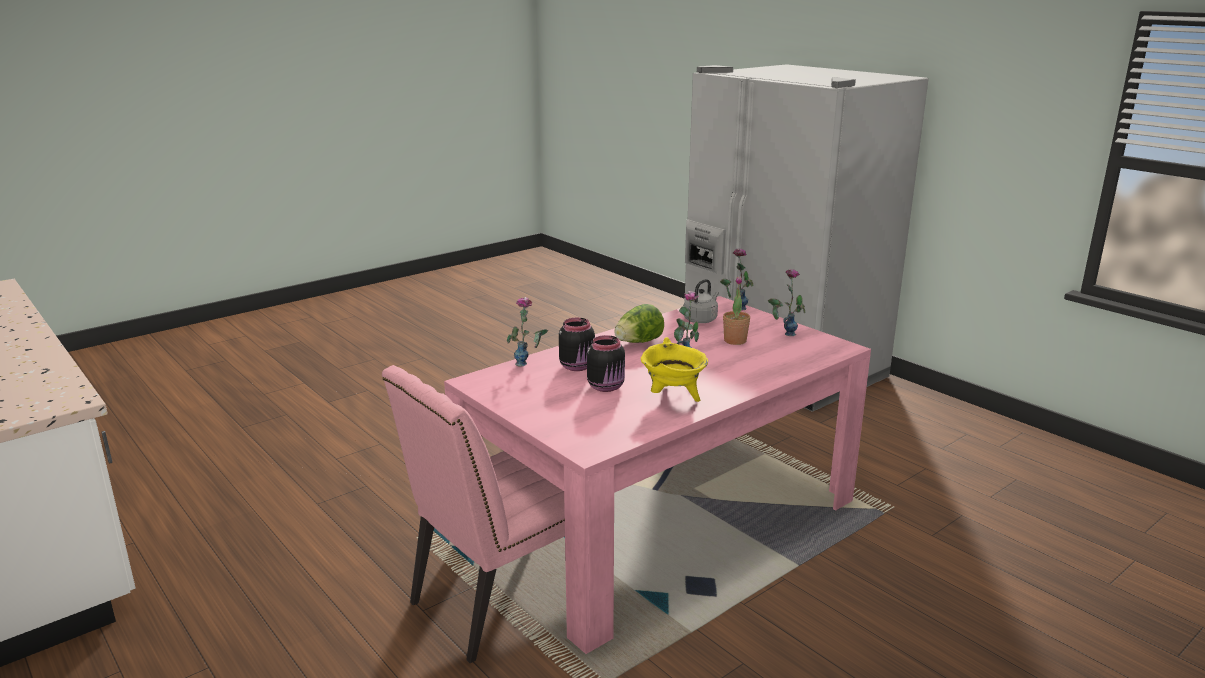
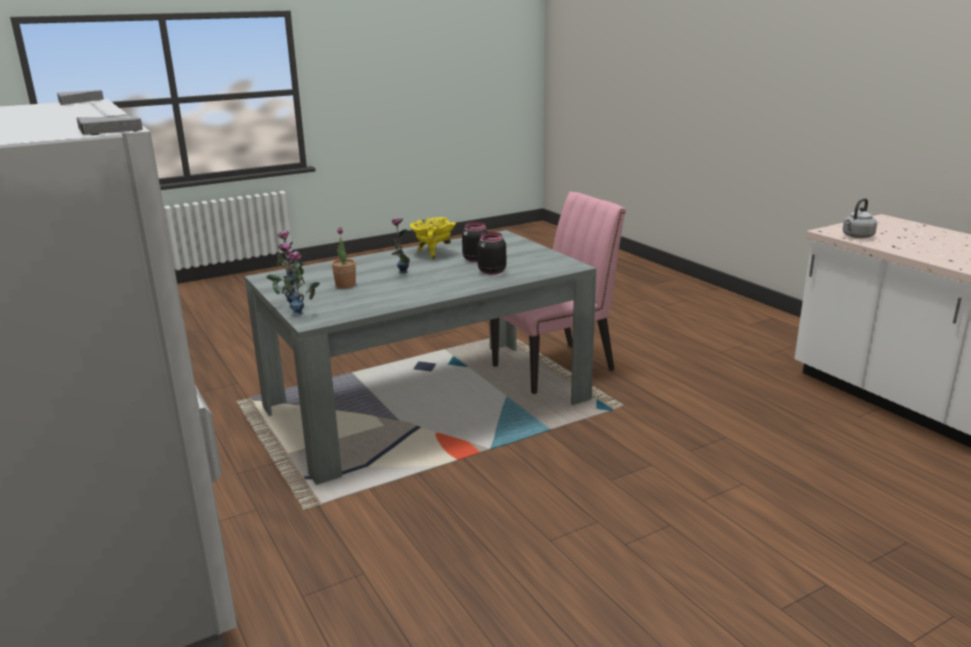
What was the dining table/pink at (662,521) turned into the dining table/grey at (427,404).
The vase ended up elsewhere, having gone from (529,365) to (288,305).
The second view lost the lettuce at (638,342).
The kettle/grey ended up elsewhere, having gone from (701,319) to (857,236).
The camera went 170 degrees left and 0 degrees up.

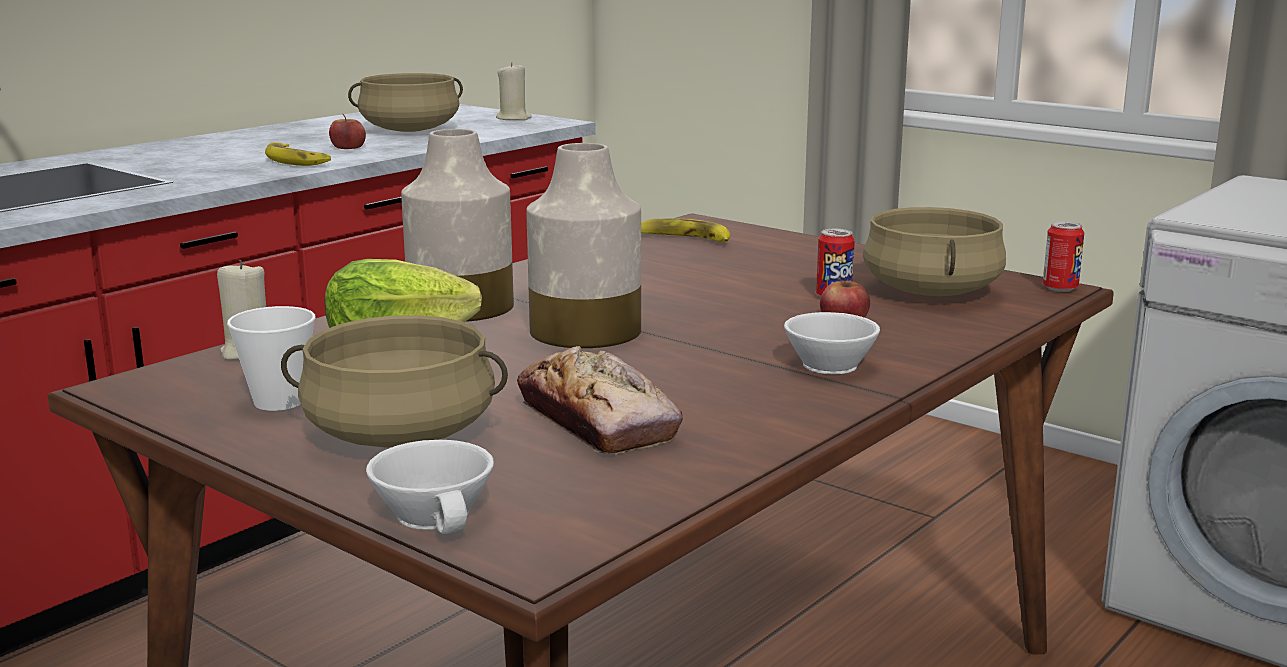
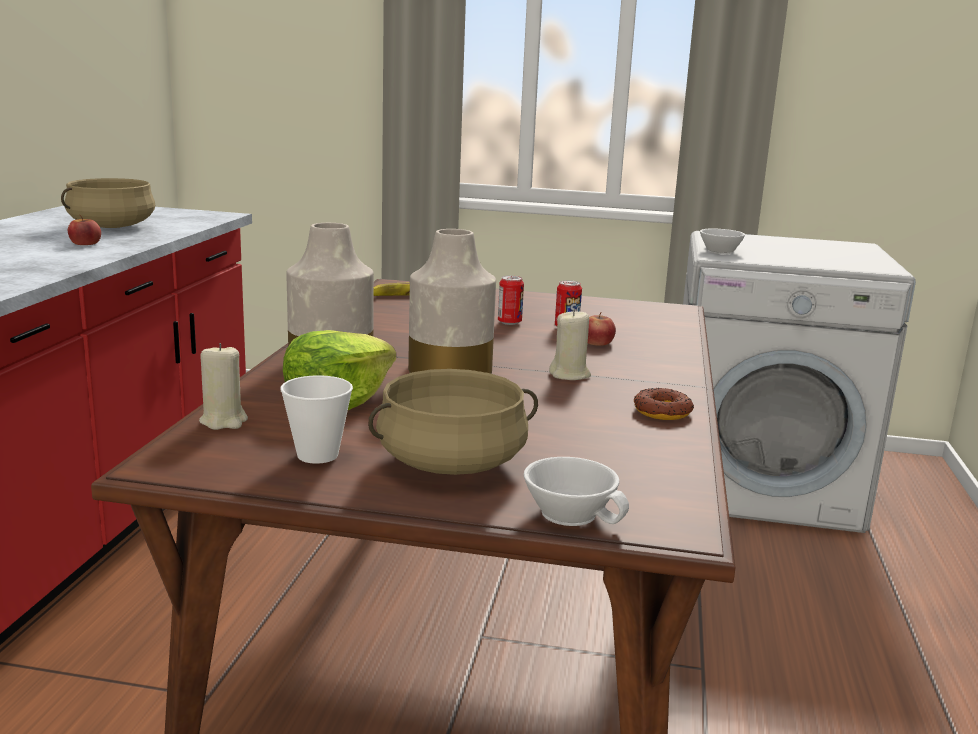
The second view lost the banana at (297,161).
The candle/beige ended up elsewhere, having gone from (514,118) to (570,375).
The second view lost the bread at (597,422).
The cup/white ended up elsewhere, having gone from (826,363) to (717,251).
The second view lost the cooking pot/beige at (933,291).
The can ended up elsewhere, having gone from (1060,288) to (509,322).
The second view gained the donut at (662,412).
The camera went 30 degrees left and 0 degrees up.

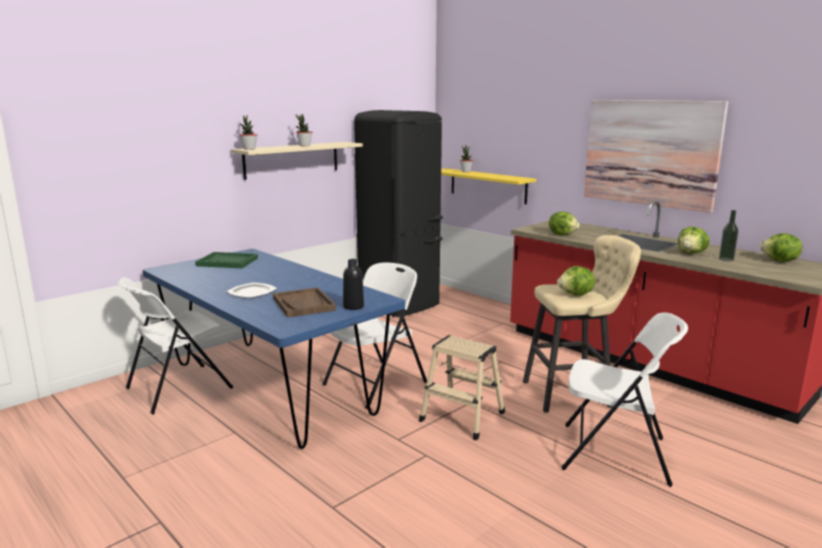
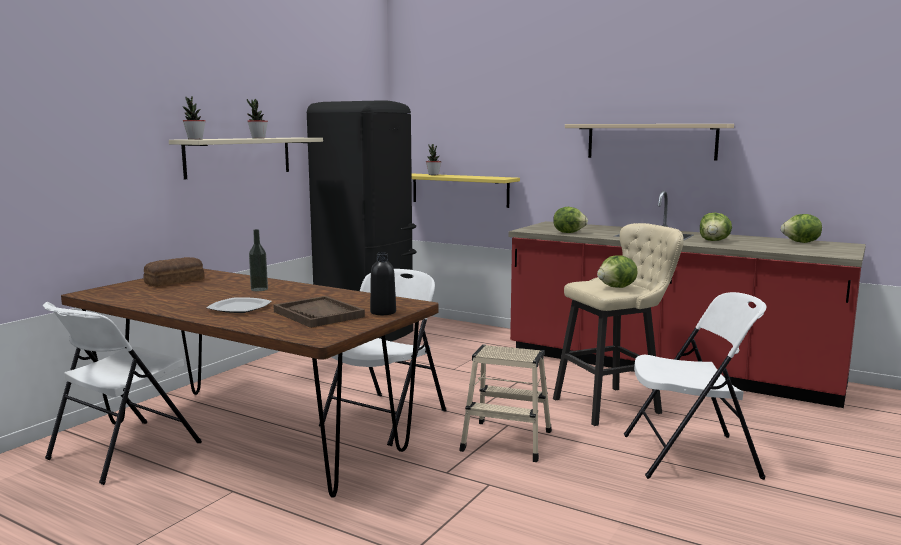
What was the dining table/blue at (269,388) turned into the dining table/brown at (251,437).
Where the tray/green stood at (227,262), the bread came to stand at (176,281).
Where the picture hung at (650,153), the shelf/beige came to hang at (651,141).
The bottle ended up elsewhere, having gone from (726,259) to (259,289).
The camera went 15 degrees left and 5 degrees down.

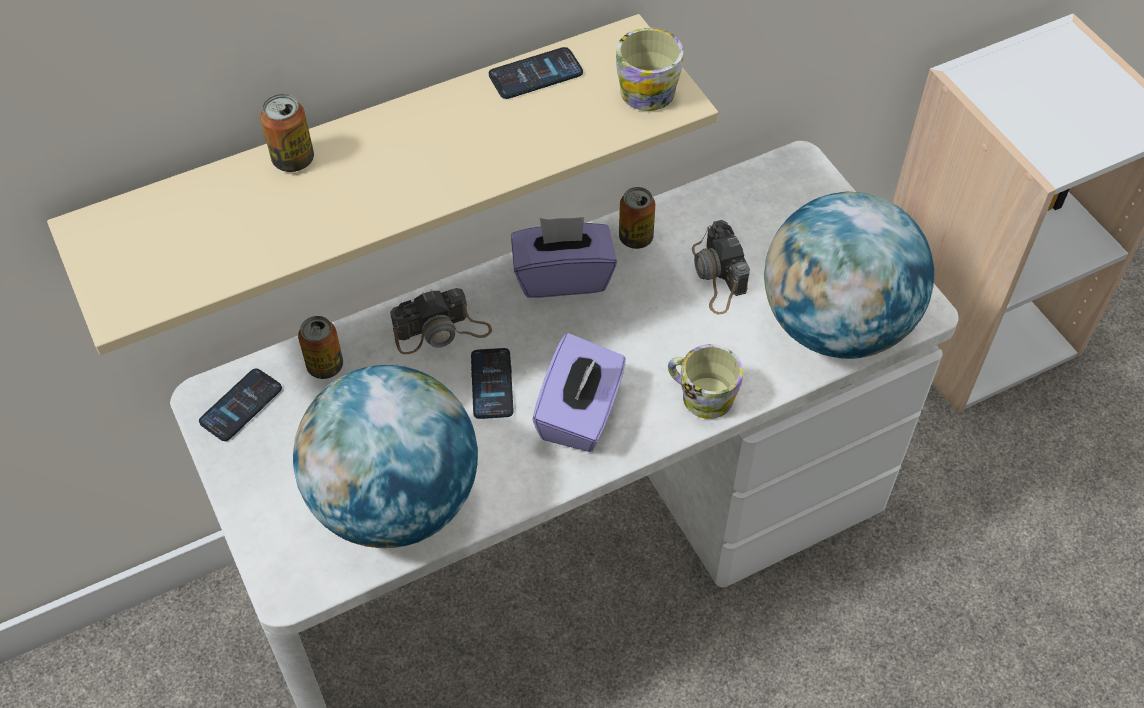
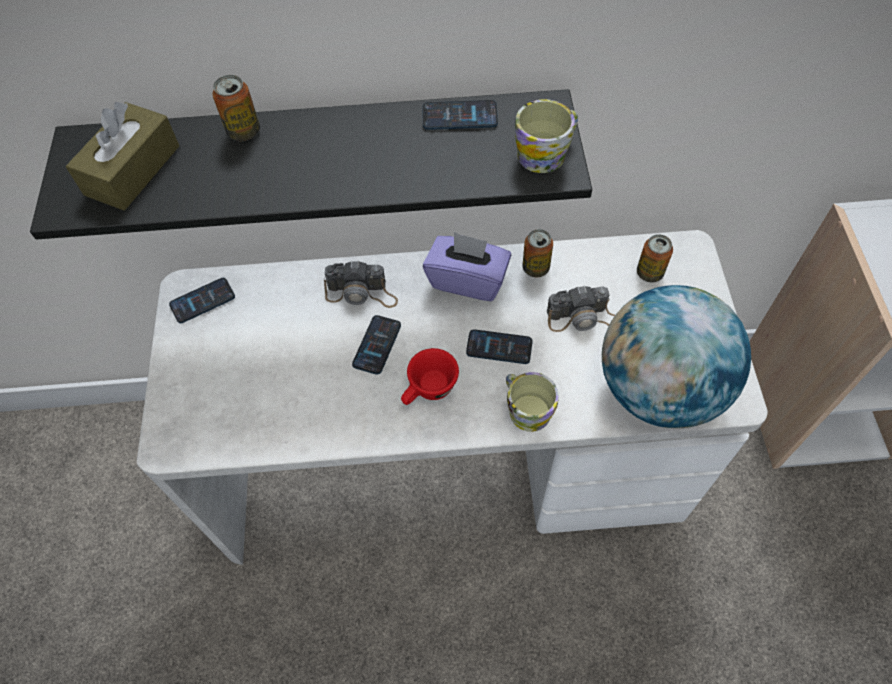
What was the shelf/beige at (369,160) turned into the shelf/black at (323,149).
The second view lost the globe at (395,501).
The can ended up elsewhere, having gone from (325,366) to (649,273).
Where the tissue box/purple stood at (580,414), the cup/red came to stand at (429,391).
The photo camera at (717,276) ended up facing another way, 105 degrees counterclockwise from before.
The second view gained the tissue box/brown at (132,170).
The second view gained the phone at (499,347).
The camera went 25 degrees right and 5 degrees up.

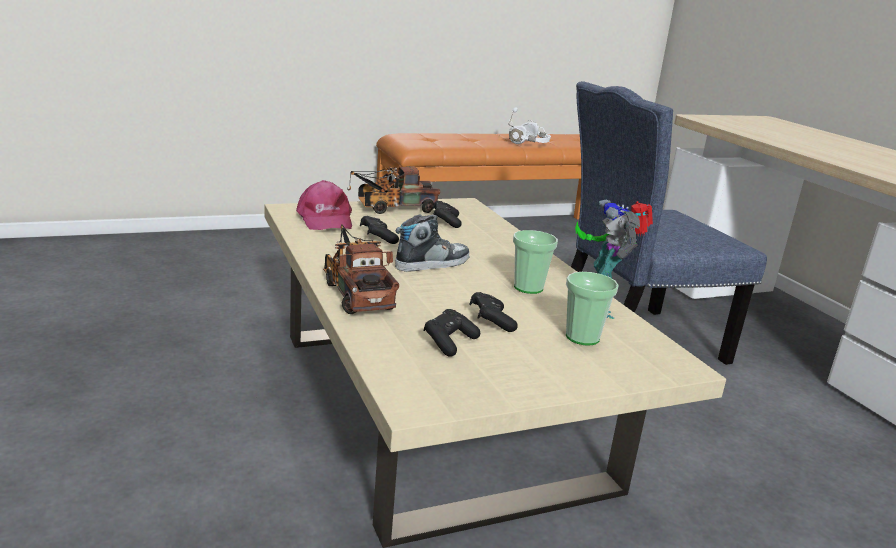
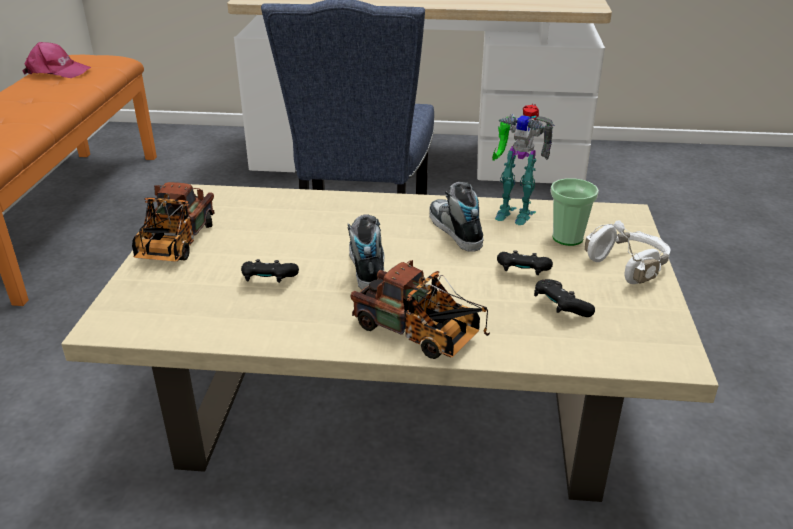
The cap/pink ended up elsewhere, having gone from (324,219) to (57,72).
The toy truck at (356,292) ended up facing another way, 150 degrees counterclockwise from before.
The second view lost the game controller/black at (445,222).
The headphones/white ended up elsewhere, having gone from (529,143) to (629,266).
Where the cup stood at (528,287), the shoe came to stand at (455,230).
The camera went 60 degrees left and 10 degrees up.

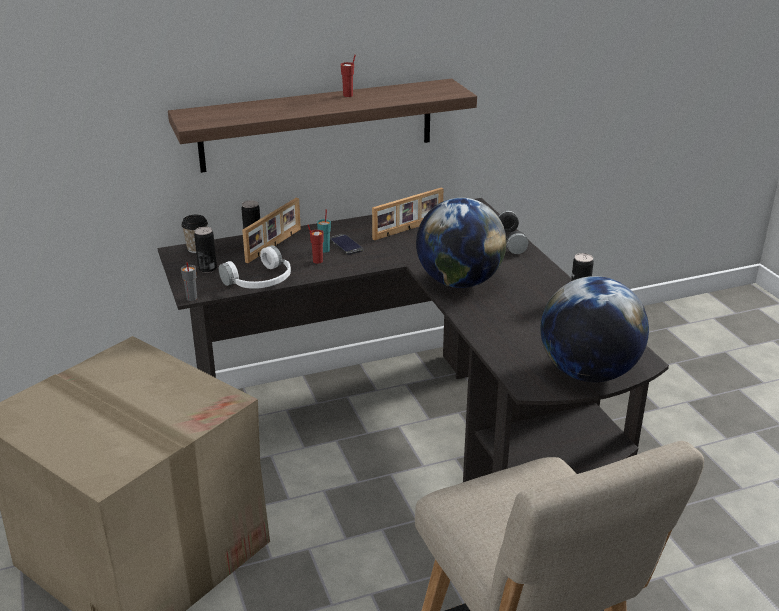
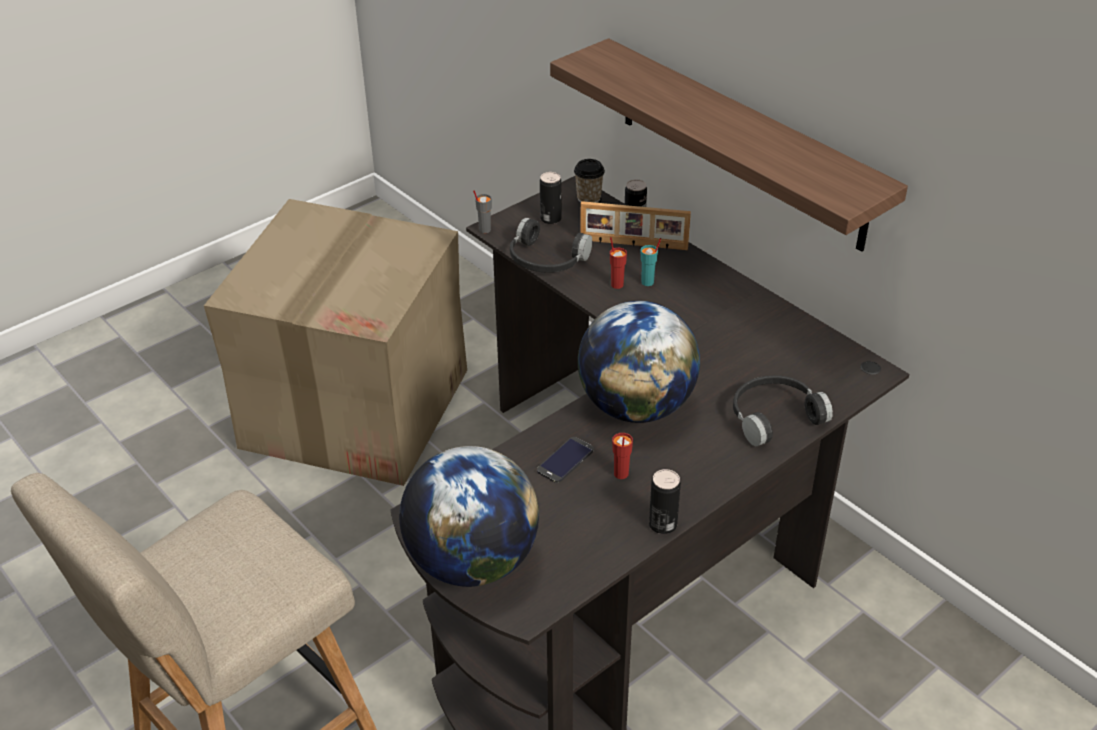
What was the headphones/white at (260,281) turned into the headphones/black at (546,260).
The phone ended up elsewhere, having gone from (346,245) to (565,460).
The cup/red ended up elsewhere, having gone from (348,95) to (620,474).
The second view lost the picture frame at (409,229).
The camera went 70 degrees right and 10 degrees up.

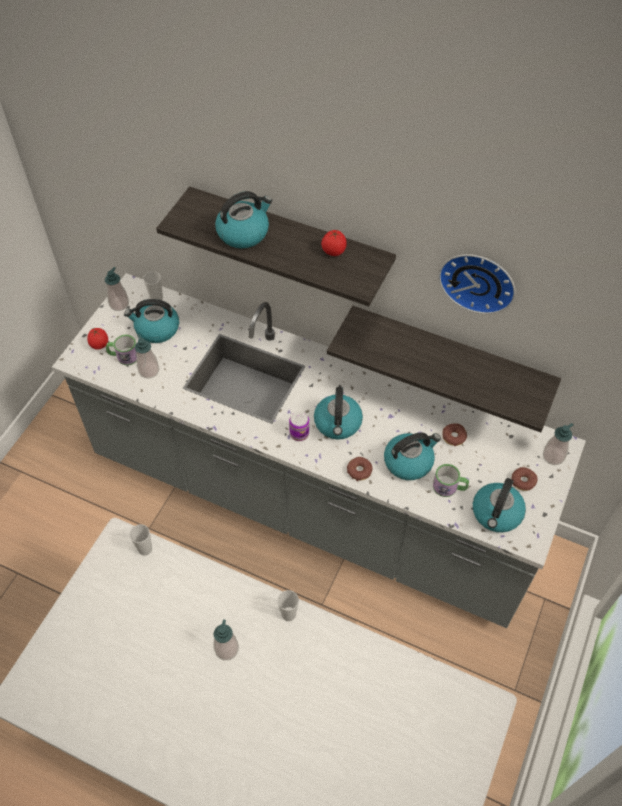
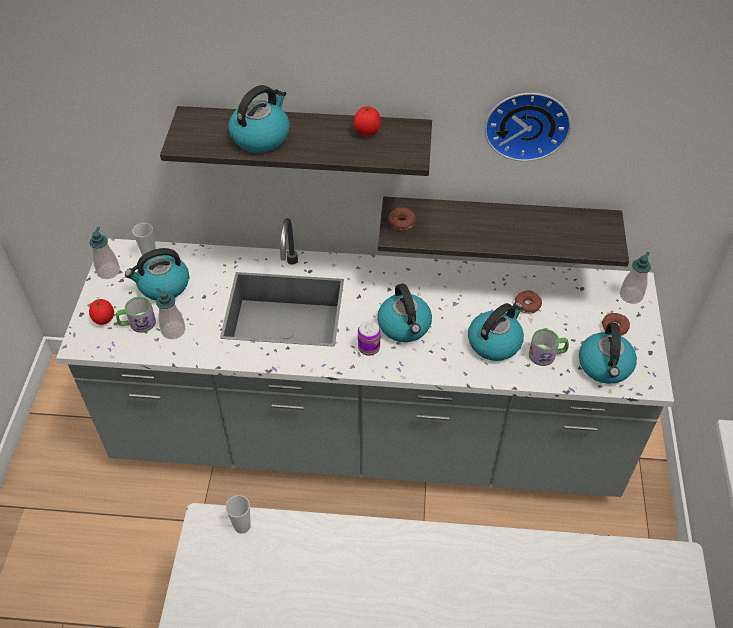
The second view lost the soap dispenser at (226,649).
The second view lost the cup at (288,614).
The donut ended up elsewhere, having gone from (359,471) to (401,222).
The camera went 20 degrees left and 5 degrees down.

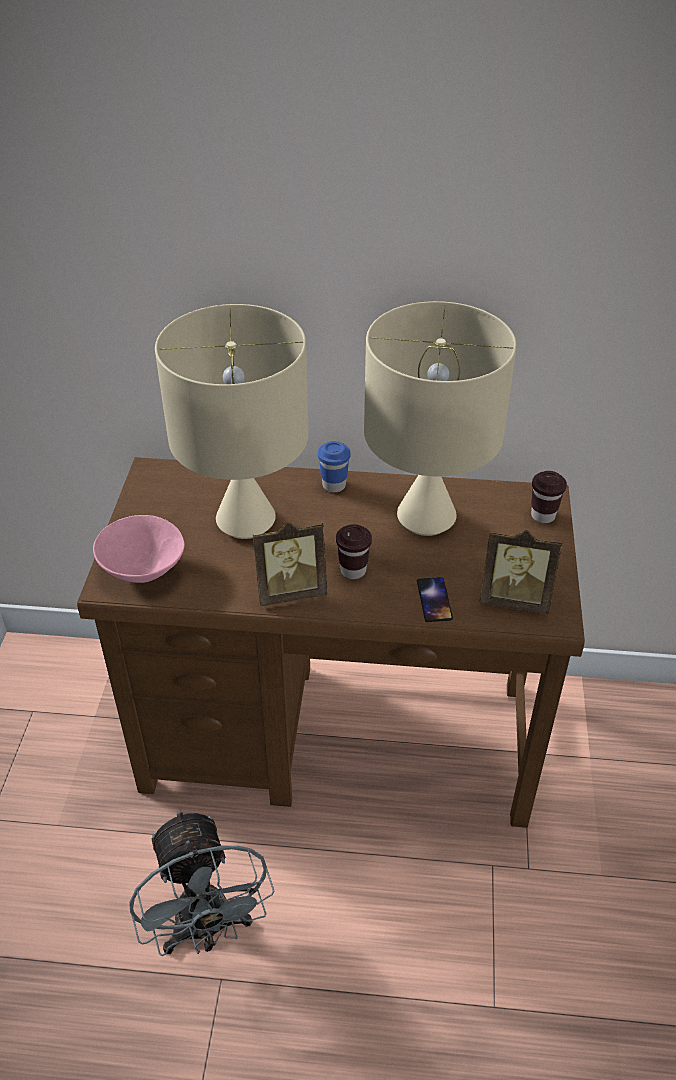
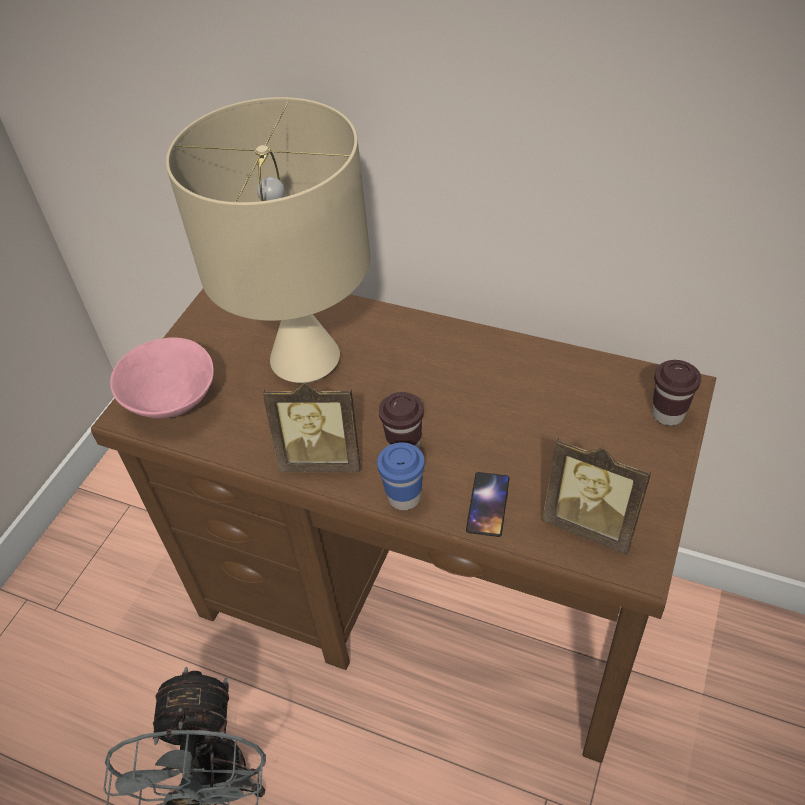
The cup/blue ended up elsewhere, having gone from (334,485) to (404,497).
The second view lost the table lamp/beige at (425,520).
The camera went 20 degrees right and 5 degrees up.

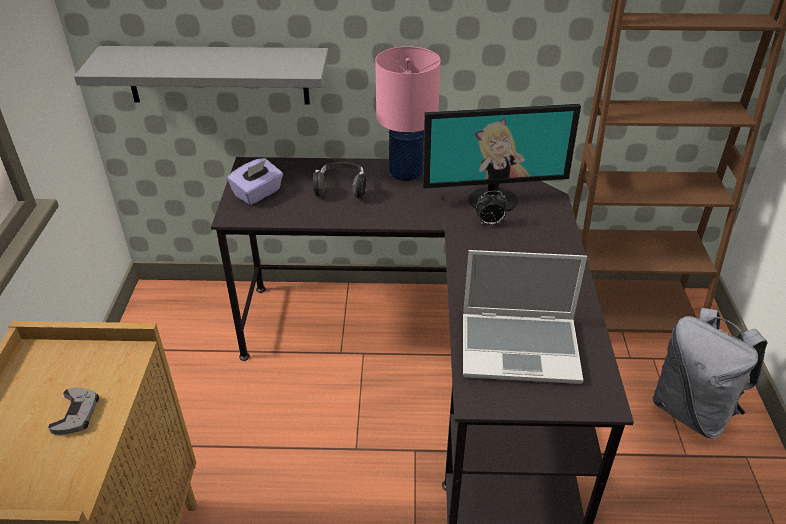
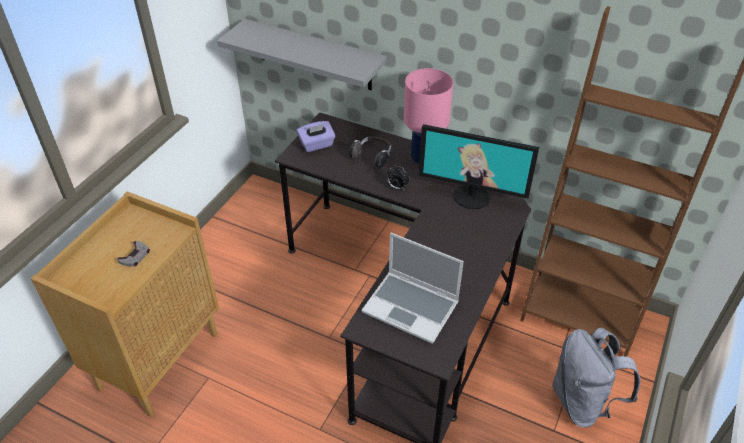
The alarm clock ended up elsewhere, having gone from (489,223) to (397,187).
The camera went 25 degrees right and 5 degrees up.

